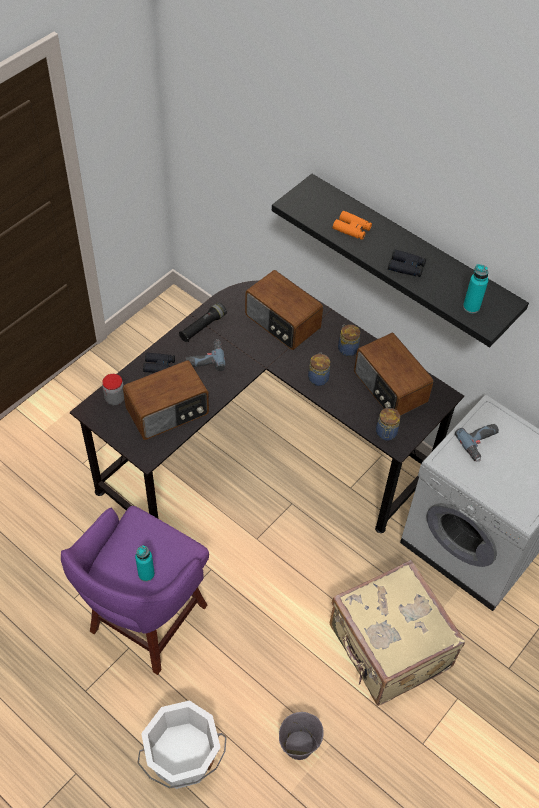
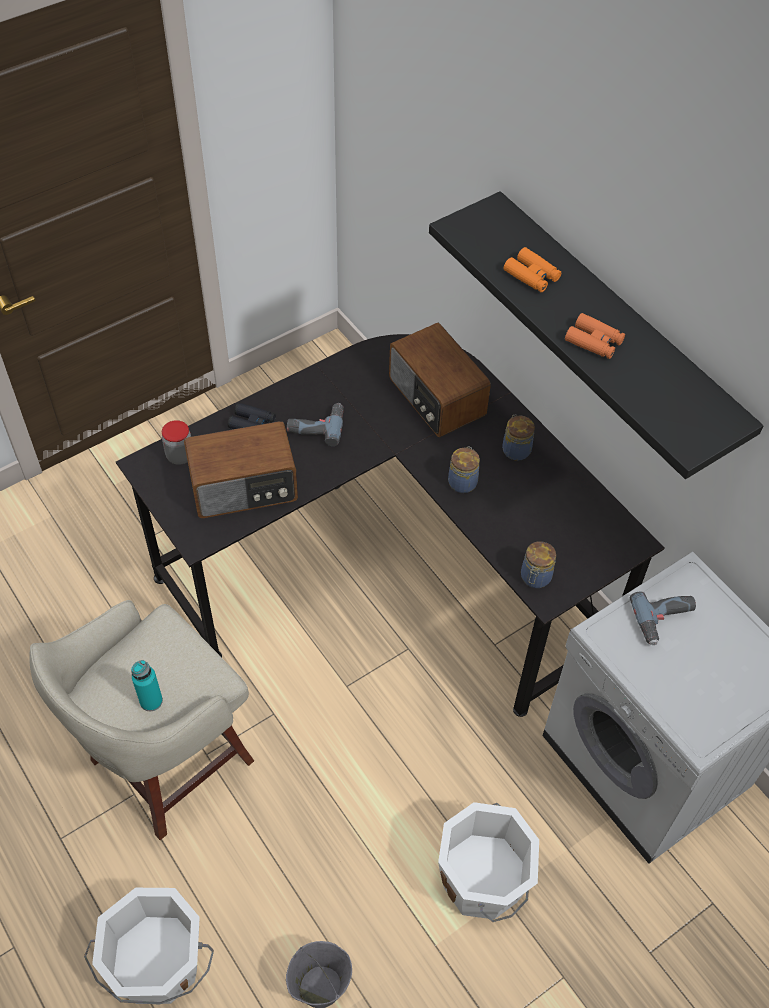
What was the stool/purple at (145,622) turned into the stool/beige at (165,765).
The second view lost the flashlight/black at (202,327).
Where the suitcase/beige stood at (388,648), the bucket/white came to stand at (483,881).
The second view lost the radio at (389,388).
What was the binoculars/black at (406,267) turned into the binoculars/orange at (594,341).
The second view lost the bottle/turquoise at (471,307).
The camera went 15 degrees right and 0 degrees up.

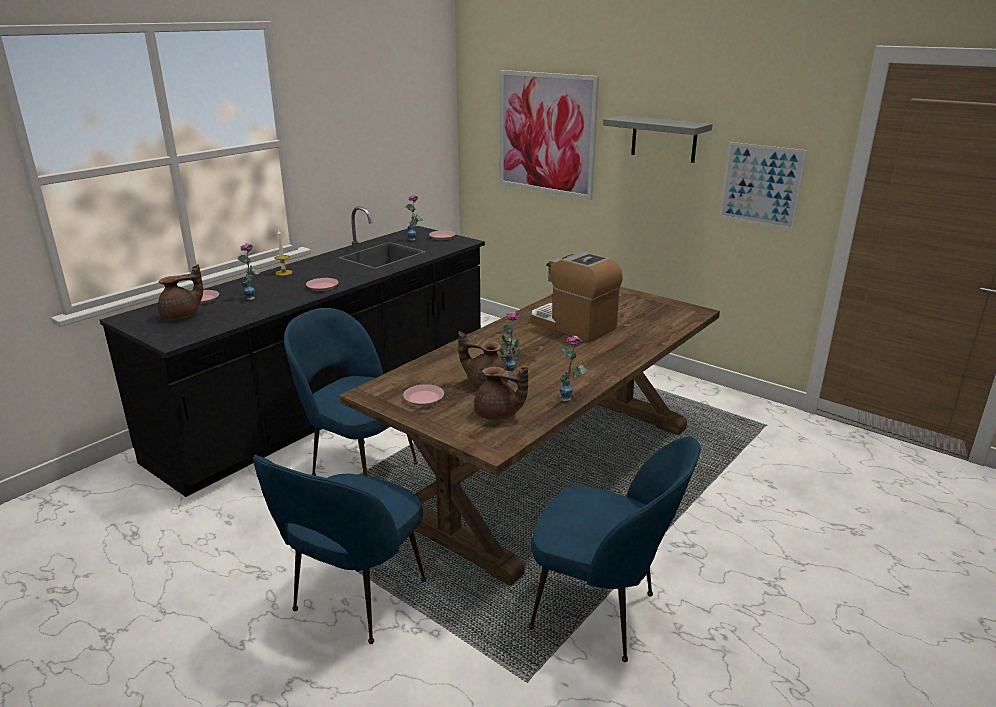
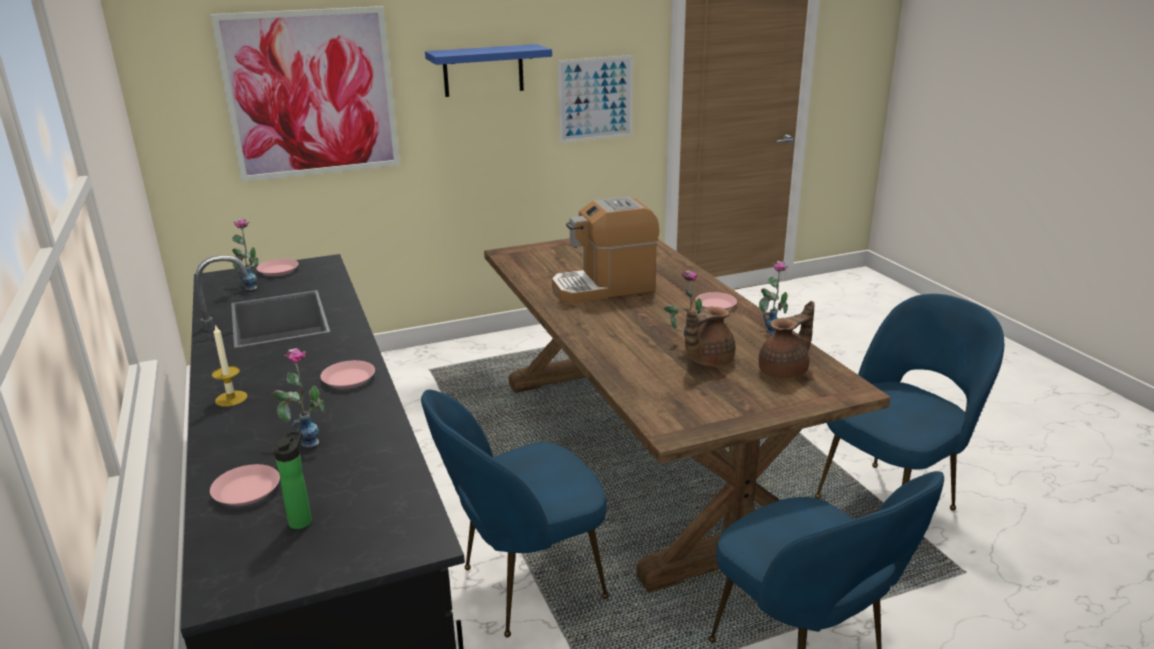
Where the teapot/brown stood at (182,315), the bottle came to stand at (302,520).
The plate/pink ended up elsewhere, having gone from (424,398) to (716,305).
What was the shelf/grey at (664,139) turned into the shelf/blue at (483,70).
The camera went 60 degrees left and 0 degrees up.

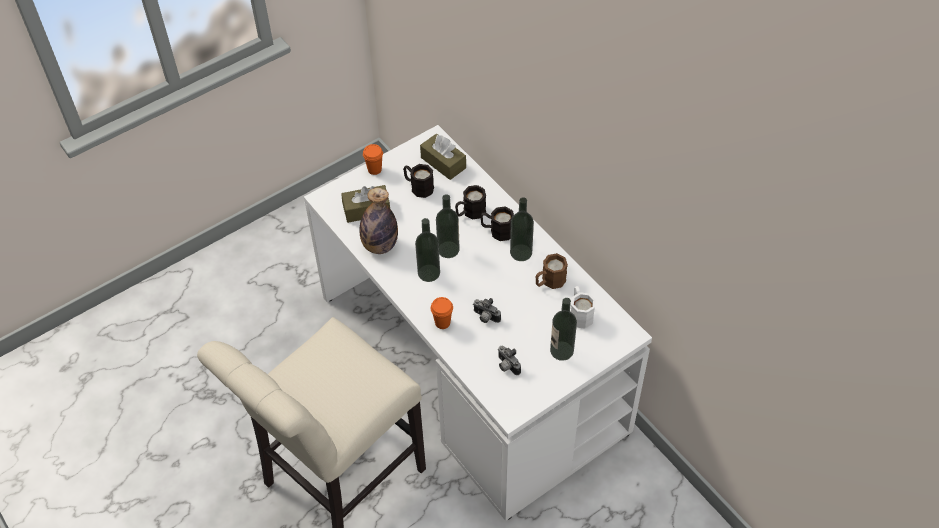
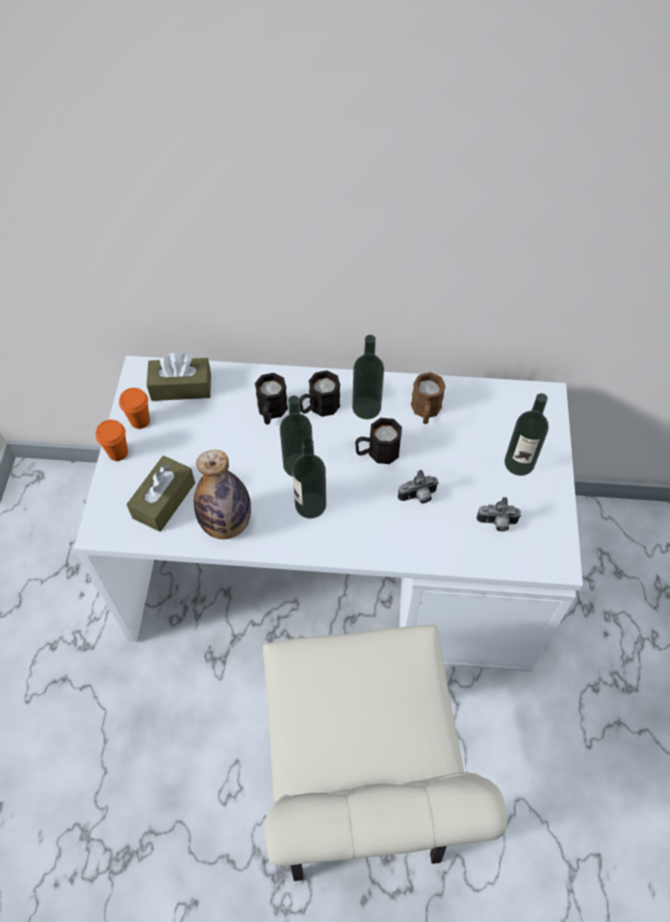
The mug/black ended up elsewhere, having gone from (418,187) to (377,452).
The cup/orange ended up elsewhere, having gone from (442,323) to (140,421).
The second view lost the mug/white at (579,313).
The camera went 50 degrees left and 5 degrees up.

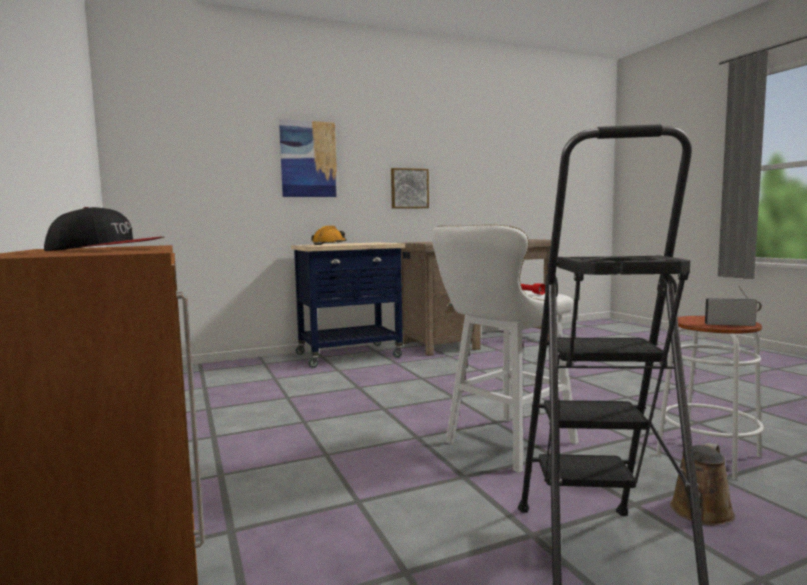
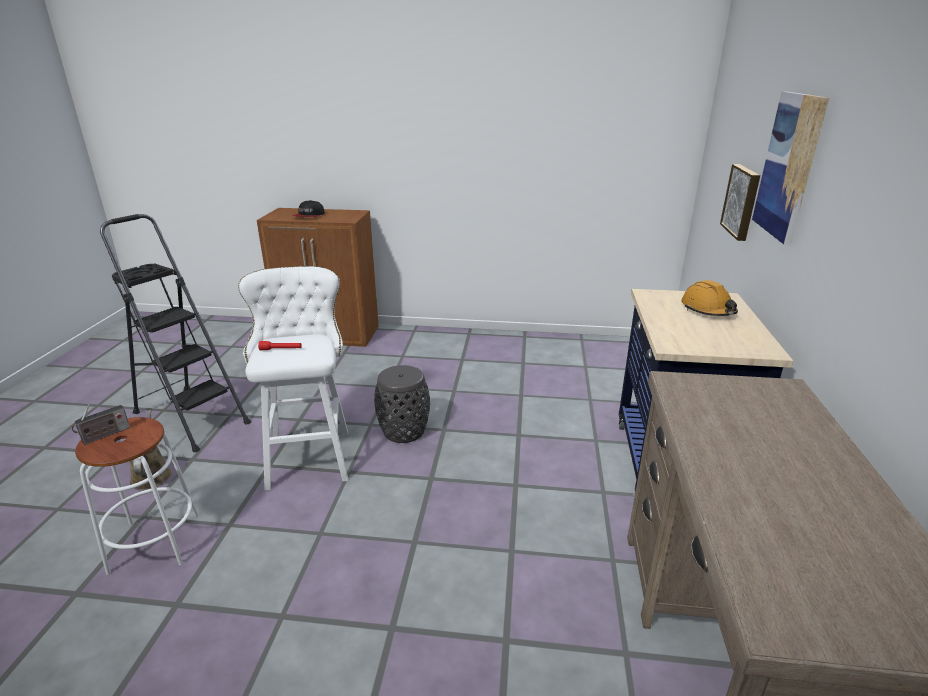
The picture ended up elsewhere, having gone from (409,188) to (742,201).
The second view gained the stool/grey at (404,431).
The camera went 120 degrees right and 20 degrees up.

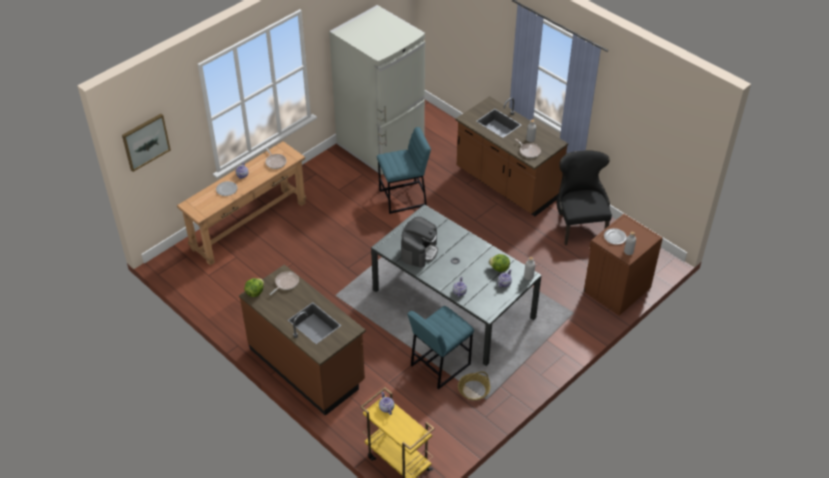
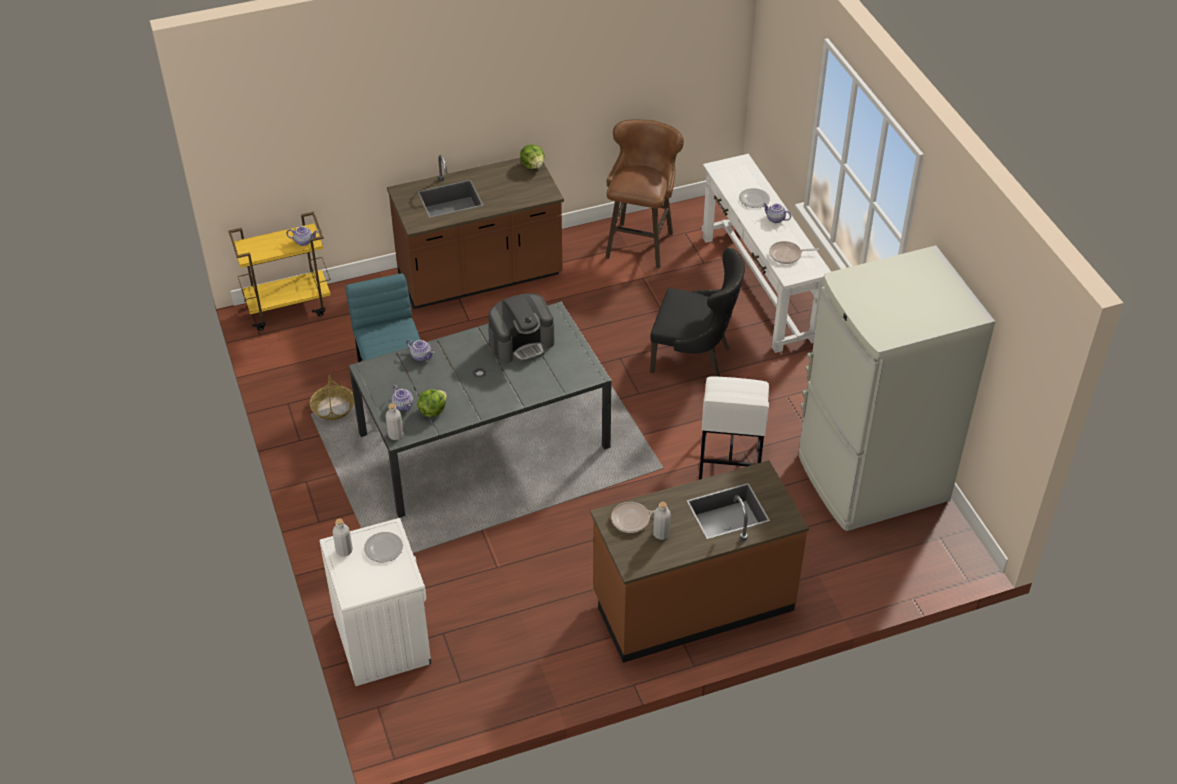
The second view lost the picture at (145,142).
What was the console table/brown at (249,225) turned into the console table/white at (758,288).
The second view lost the frying pan at (286,283).
What was the stool/blue at (404,197) turned into the stool/white at (730,462).
The coffee machine at (419,251) ended up facing another way, 75 degrees counterclockwise from before.
The chair/black ended up elsewhere, having gone from (579,225) to (694,357).
What was the washing machine/brown at (615,289) turned into the washing machine/white at (384,639).
The second view gained the stool/brown at (640,243).
The camera went 115 degrees right and 0 degrees up.

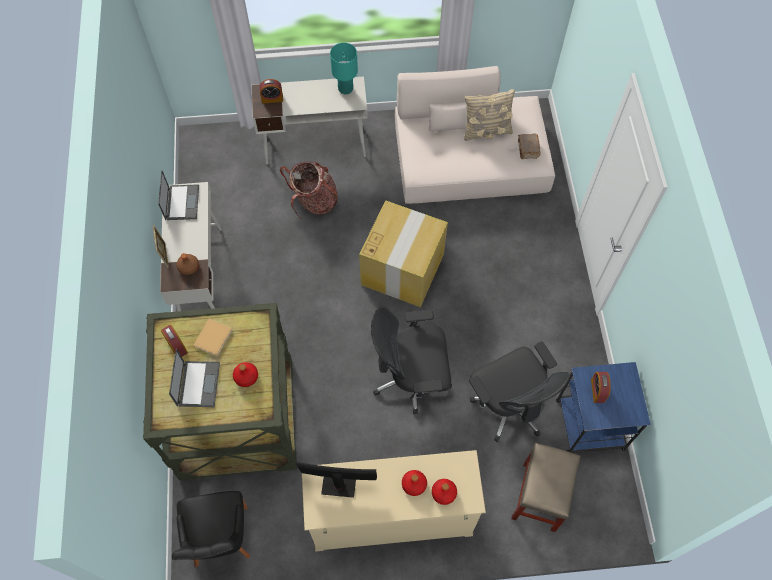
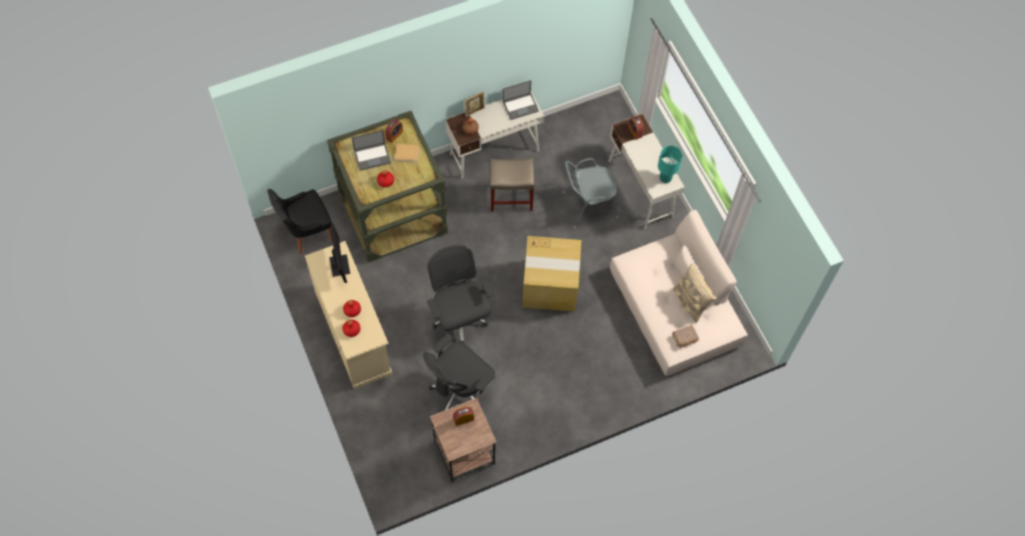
Where the backpack stood at (314,201), the chair/grey came to stand at (587,205).
The stool/beige ended up elsewhere, having gone from (539,498) to (510,198).
What was the cart/blue at (590,426) turned into the cart/brown at (463,453).
The camera went 70 degrees right and 0 degrees up.

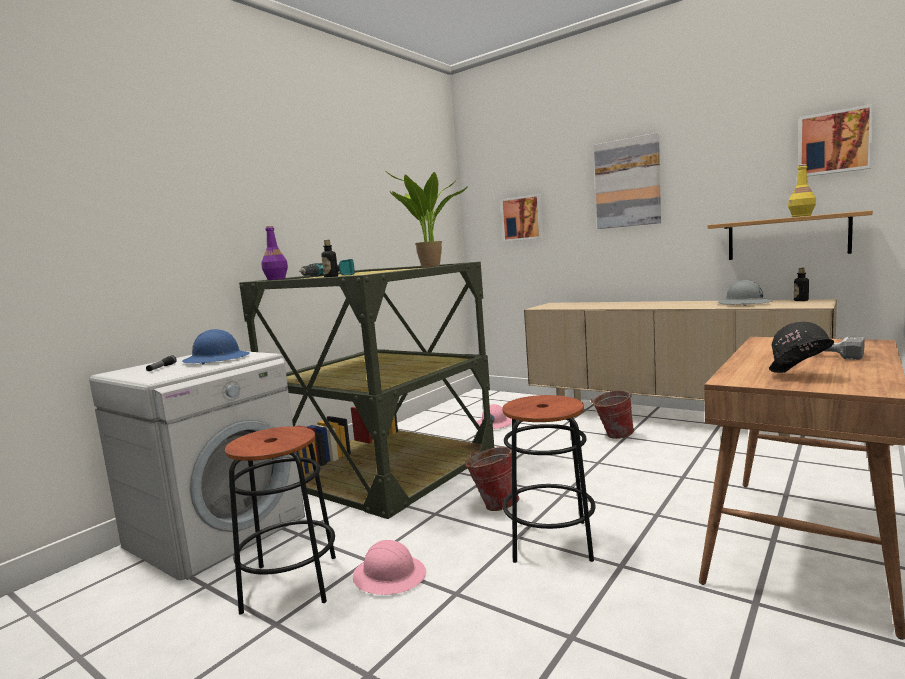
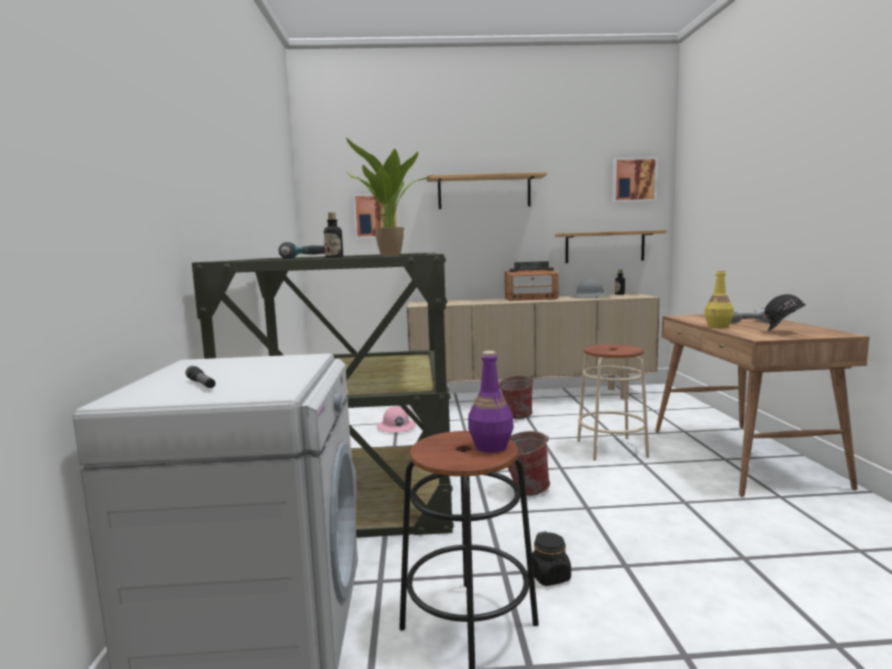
The second view lost the hard hat/blue at (217,359).
The bottle/purple ended up elsewhere, having gone from (276,279) to (490,447).
Where the hard hat/pink stood at (389,576), the jar/black came to stand at (550,576).
The second view lost the stool/black at (550,541).
Where the picture hung at (627,183), the shelf came to hang at (484,192).
The bottle/yellow ended up elsewhere, having gone from (801,216) to (718,326).
The second view gained the radio at (531,298).
The second view gained the stool/beige at (611,448).
The camera went 40 degrees left and 0 degrees up.

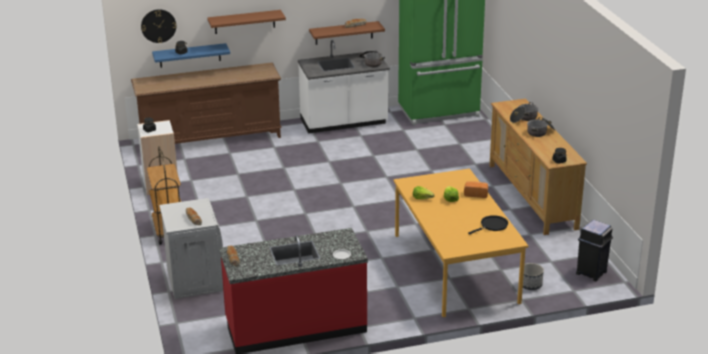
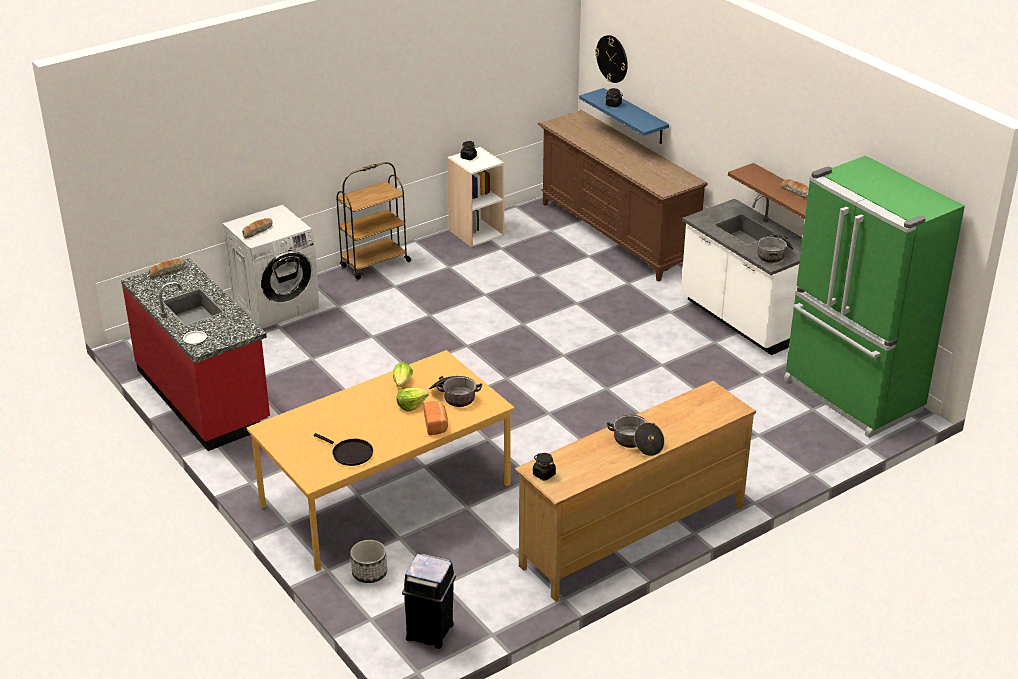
The second view lost the shelf/brown at (244,22).
The cooking pot ended up elsewhere, having gone from (523,118) to (454,396).
The camera went 70 degrees right and 5 degrees up.

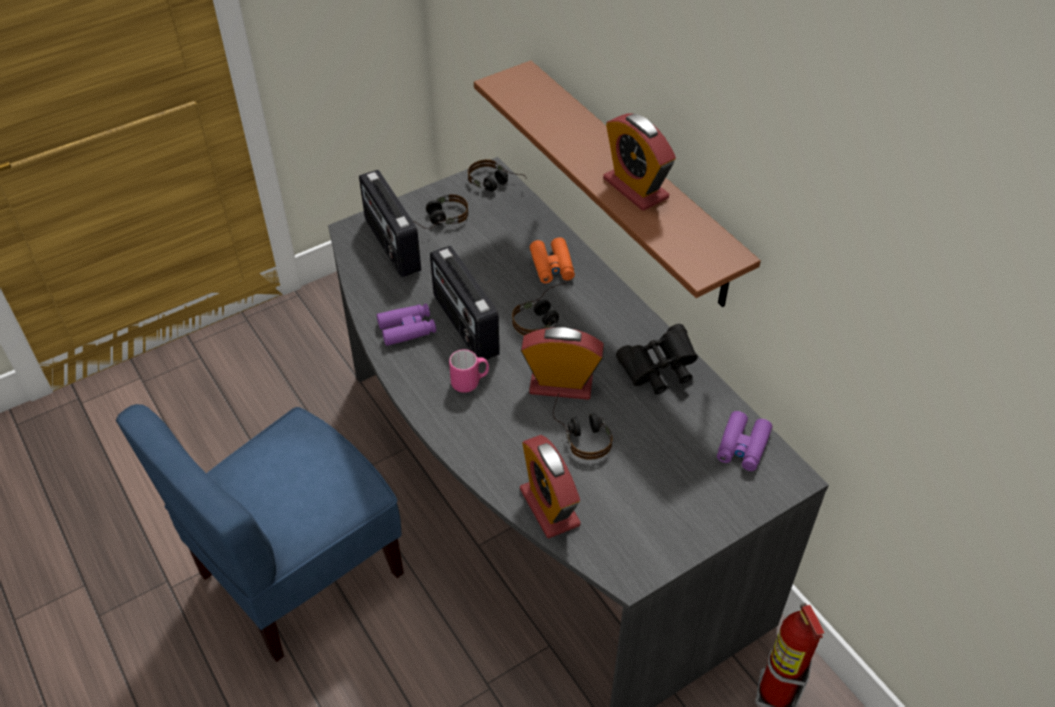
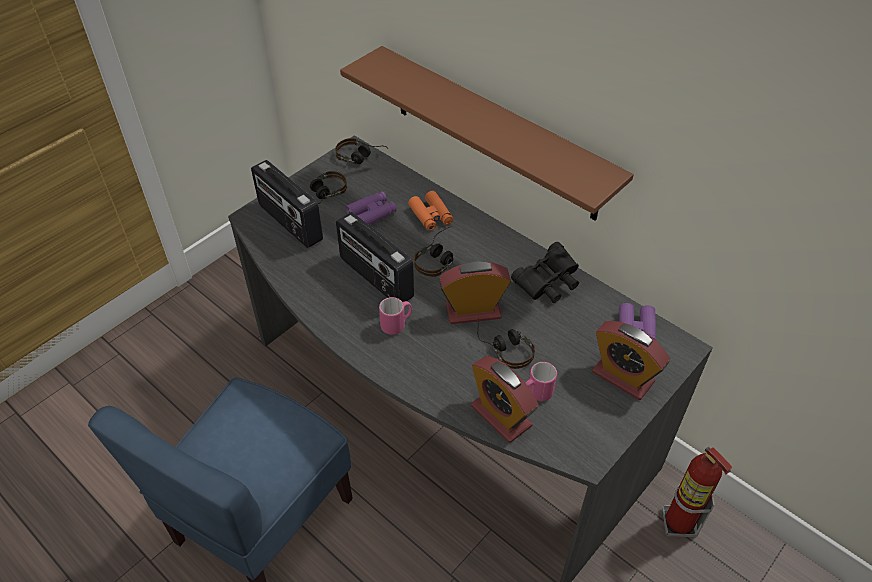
The binoculars/purple ended up elsewhere, having gone from (407,329) to (372,213).
The alarm clock ended up elsewhere, having gone from (635,188) to (622,377).
The second view gained the mug/pink at (536,394).
The camera went 15 degrees left and 0 degrees up.

